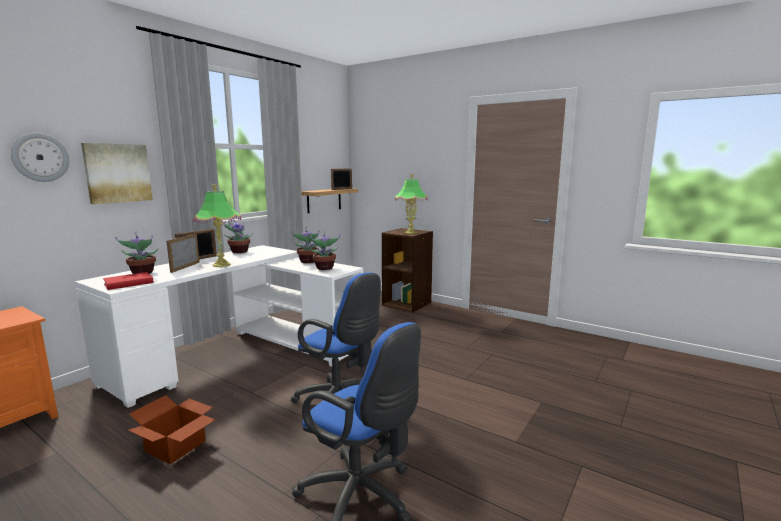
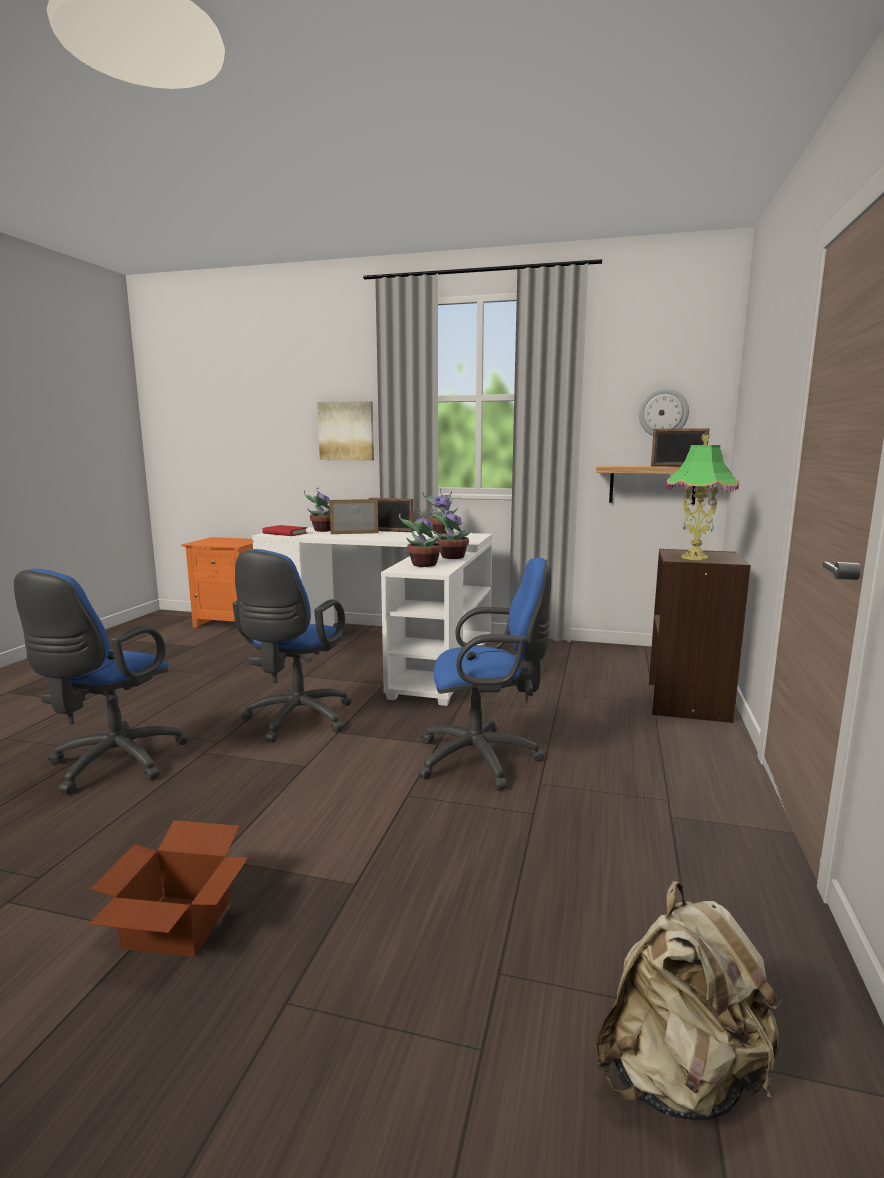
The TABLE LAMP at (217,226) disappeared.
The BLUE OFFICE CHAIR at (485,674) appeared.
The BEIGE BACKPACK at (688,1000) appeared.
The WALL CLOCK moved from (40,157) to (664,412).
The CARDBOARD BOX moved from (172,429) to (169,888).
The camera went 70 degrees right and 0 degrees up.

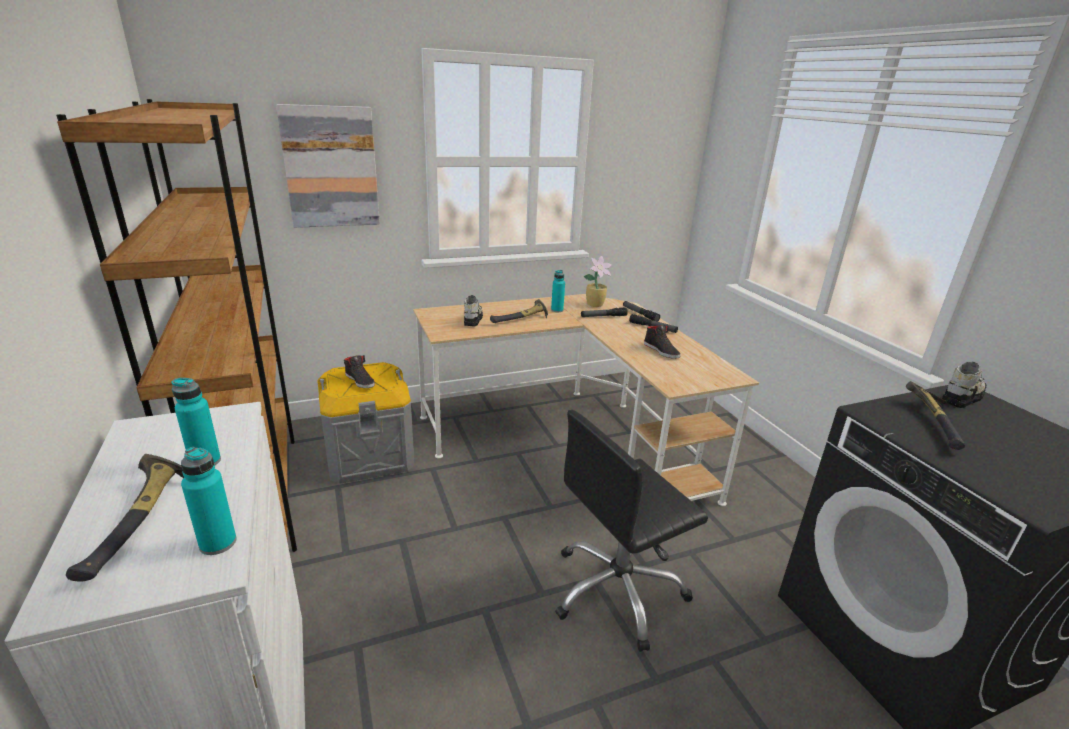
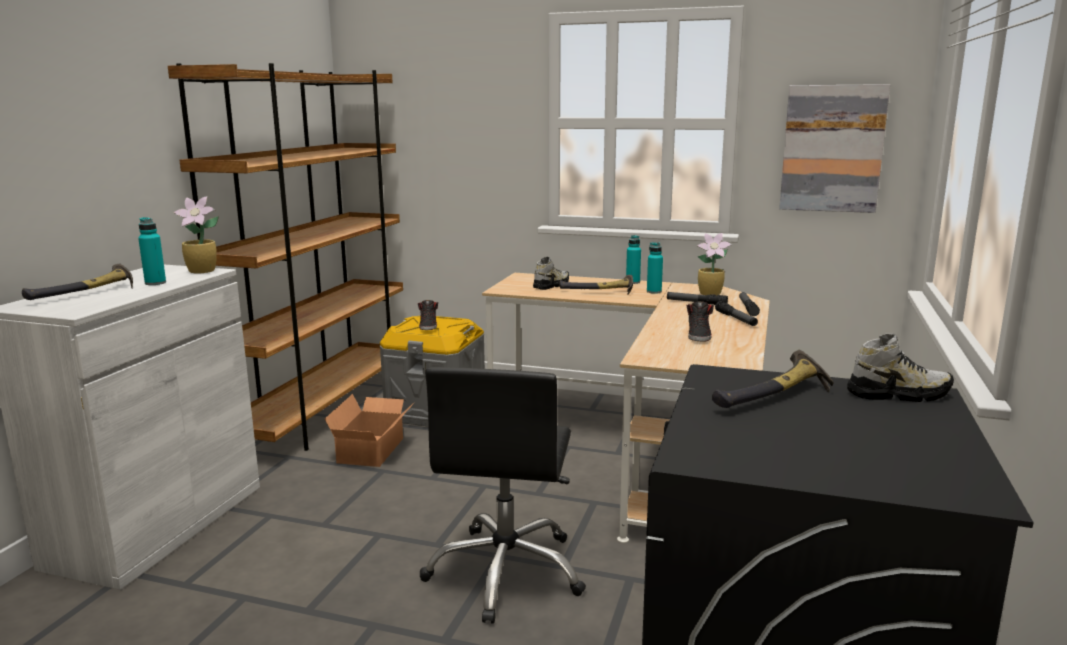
The POTTED PLANT at (196,234) appeared.
The CARDBOARD BOX at (370,430) appeared.
The TURQUOISE BOTTLE moved from (209,501) to (633,259).
The PICTURE moved from (328,166) to (834,148).
The BLACK OFFICE CHAIR at (631,531) turned 90 degrees counterclockwise.
The camera went 40 degrees right and 10 degrees down.

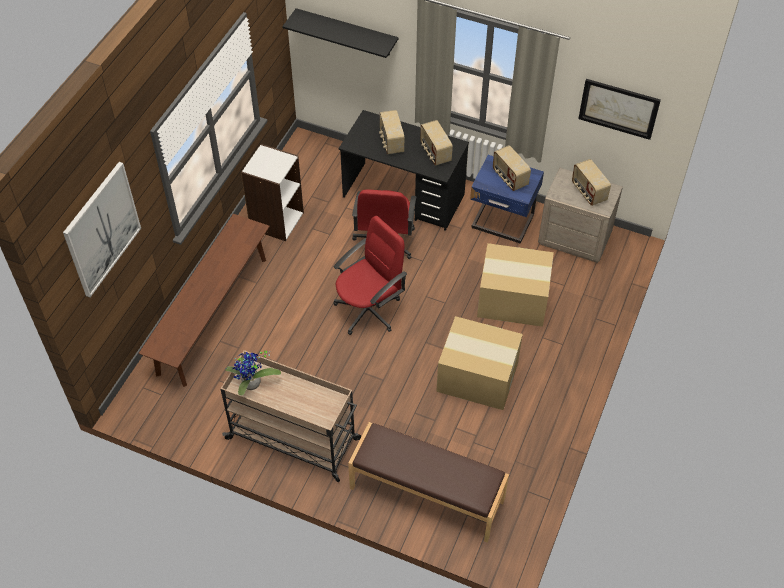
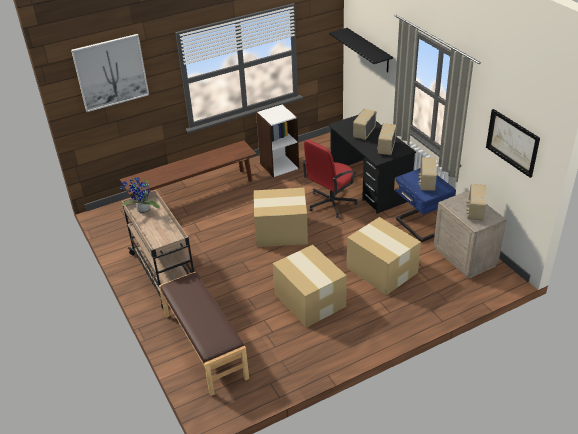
The RED OFFICE CHAIR at (370,275) was replaced by the CARDBOARD BOX at (281,217).
The camera went 40 degrees right and 15 degrees down.

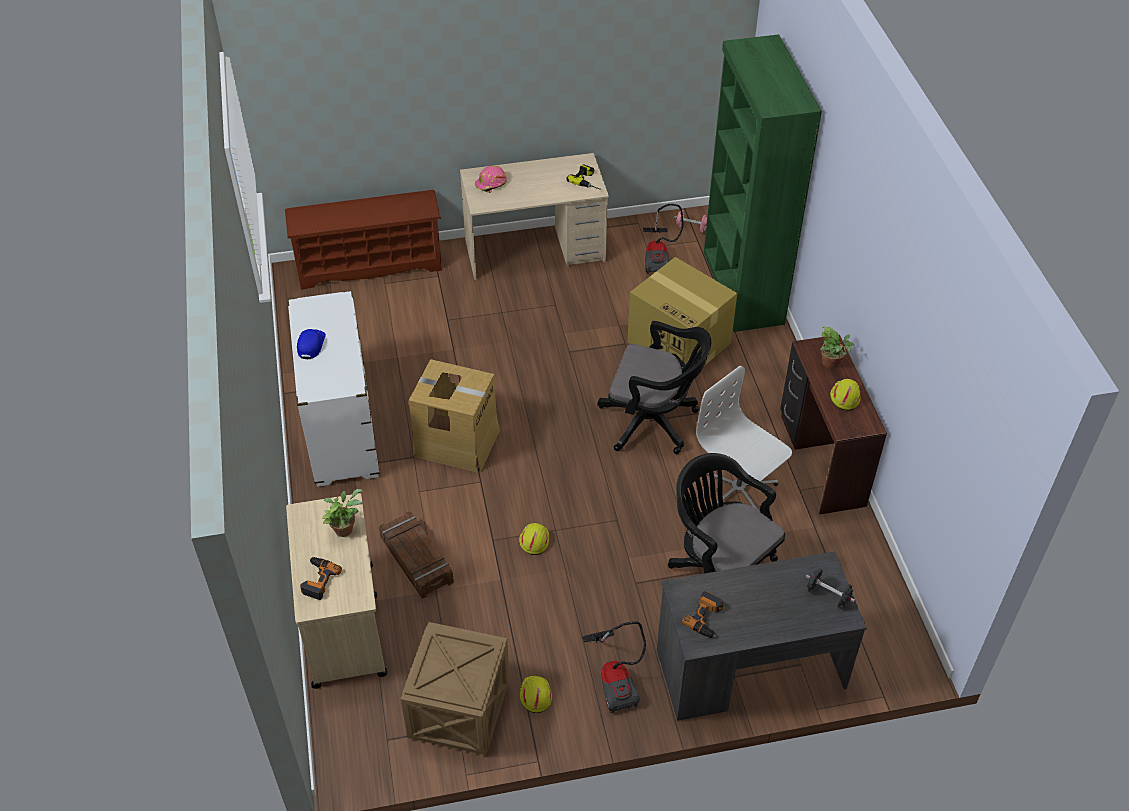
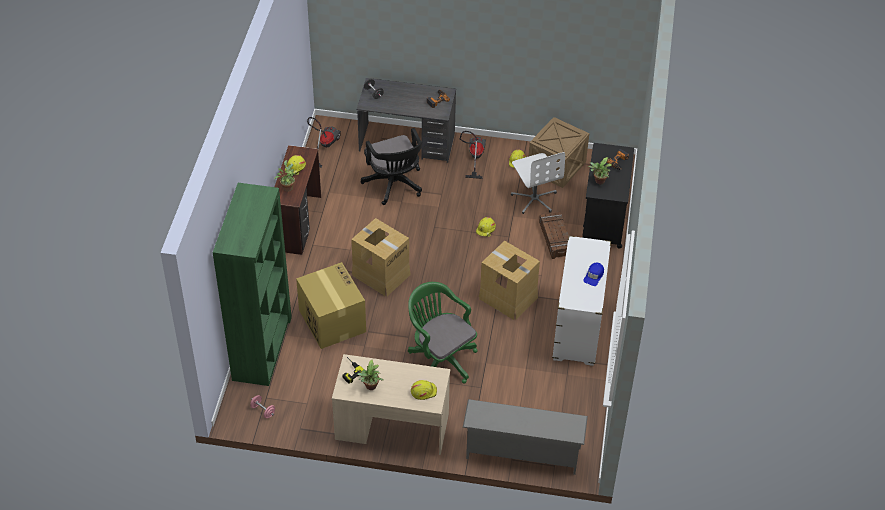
The POTTED PLANT at (370,375) appeared.
The GREEN OFFICE CHAIR at (443,333) appeared.
The VACUUM CLEANER moved from (663,239) to (324,142).
The WHITE OFFICE CHAIR moved from (744,439) to (538,183).
The BLACK OFFICE CHAIR at (654,387) was replaced by the CARDBOARD BOX at (381,257).
The BROWN SHOE RACK at (363,240) became the GREY SHOE RACK at (525,437).
The BEIGE CART at (336,591) became the BLACK CART at (608,196).
The PINK HARD HAT at (491,179) became the YELLOW HARD HAT at (424,390).
The camera went 160 degrees left and 0 degrees up.

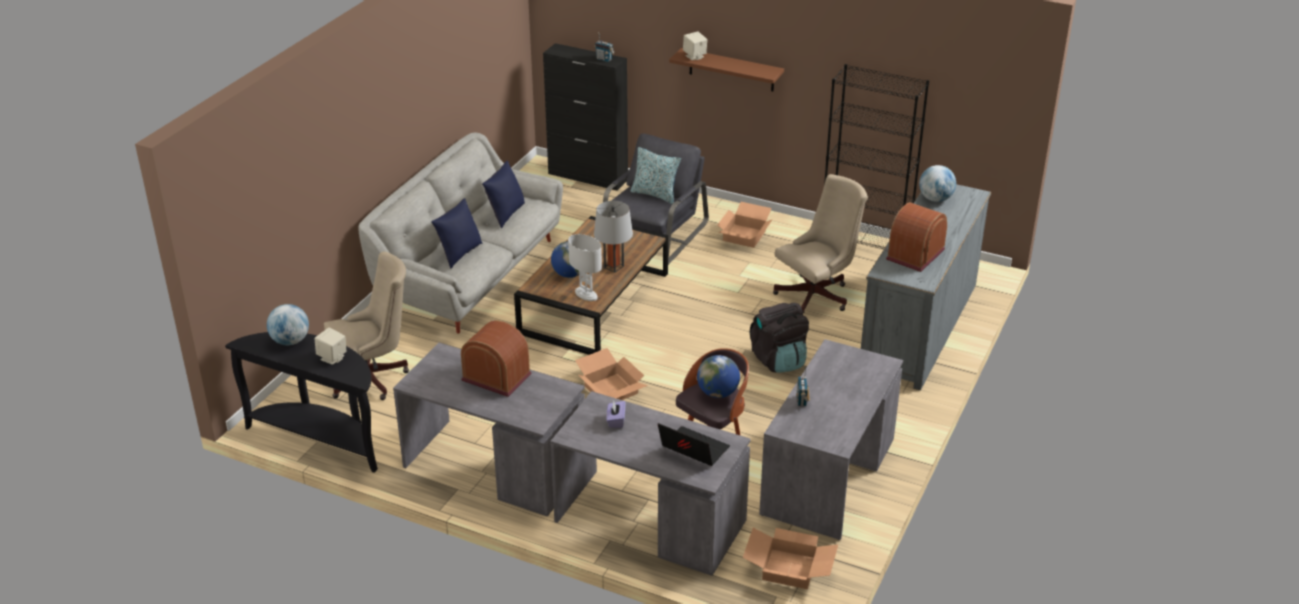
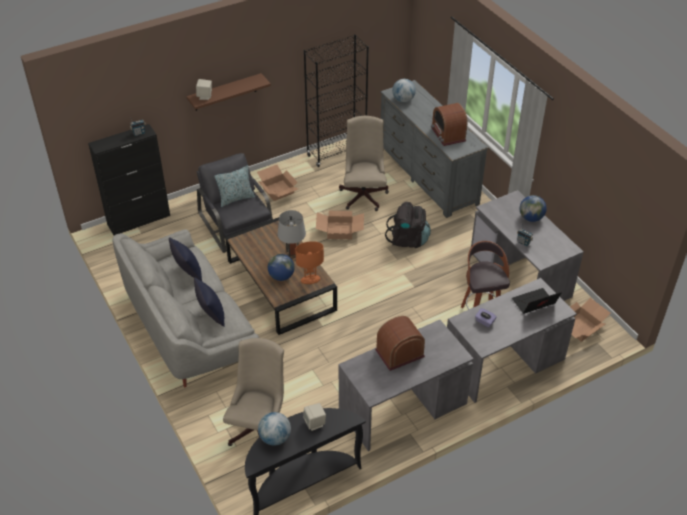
The CARDBOARD BOX moved from (611,374) to (340,225).
The GLOBE moved from (718,376) to (533,208).
The WHITE TABLE LAMP at (585,267) became the ORANGE TABLE LAMP at (309,262).
The camera went 55 degrees left and 10 degrees up.

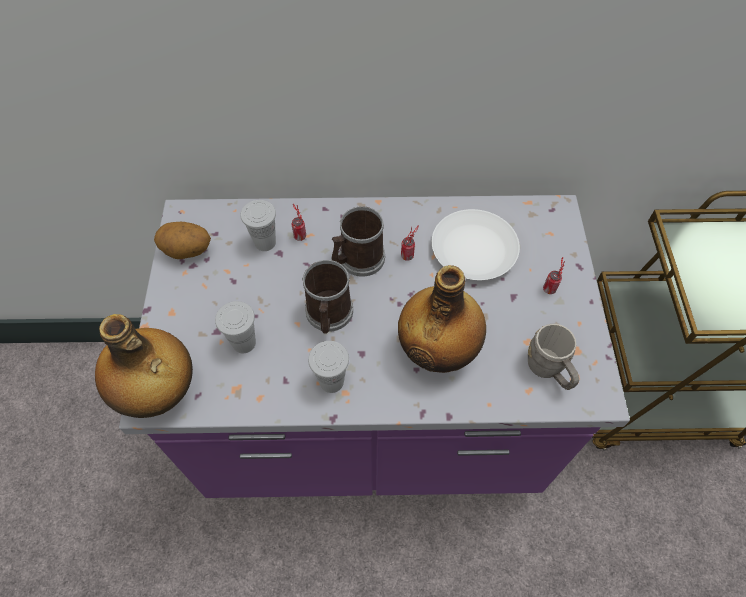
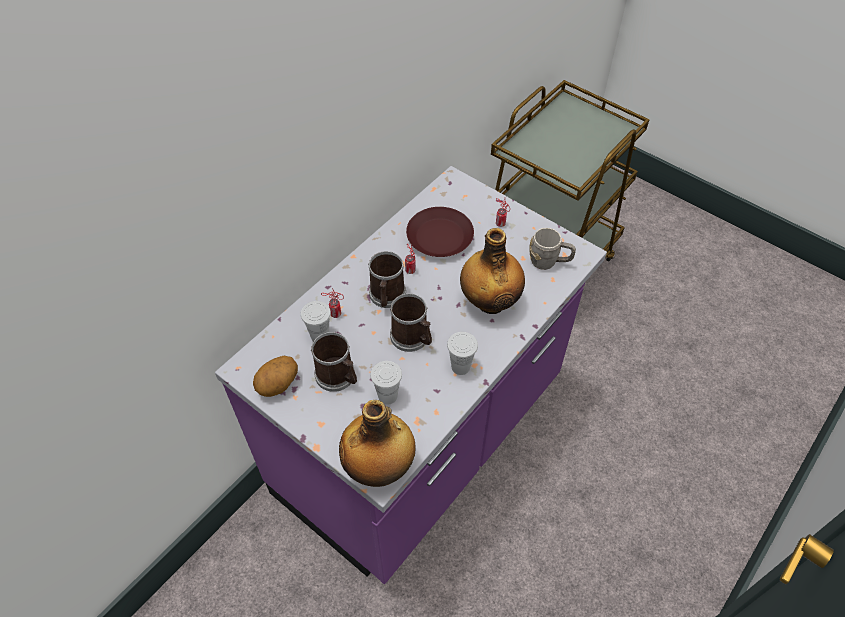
The MUG at (334,362) appeared.
The WHITE PLATE at (476,244) became the BROWN PLATE at (440,232).
The camera went 50 degrees left and 5 degrees down.

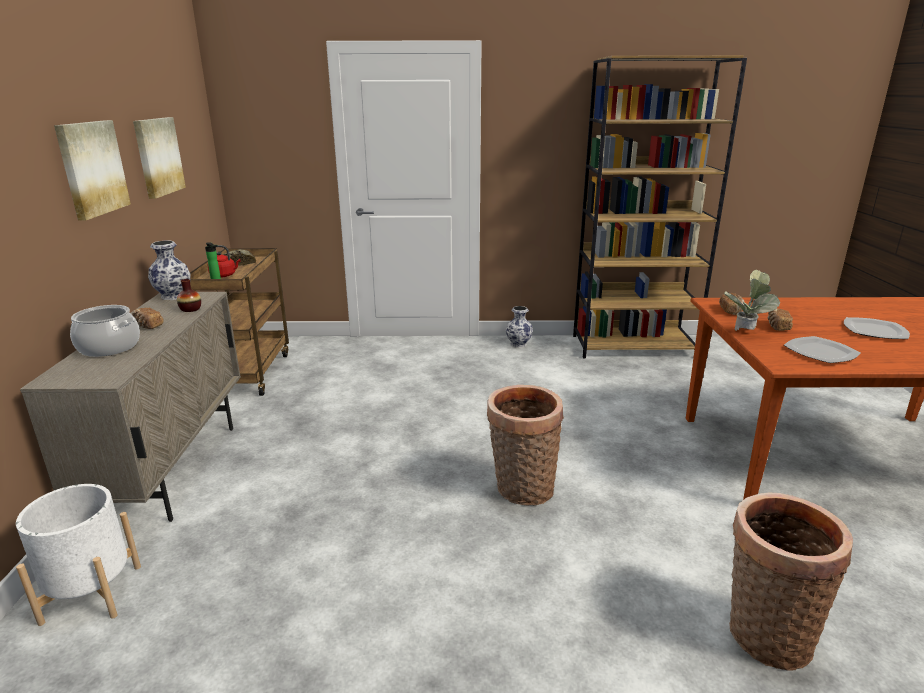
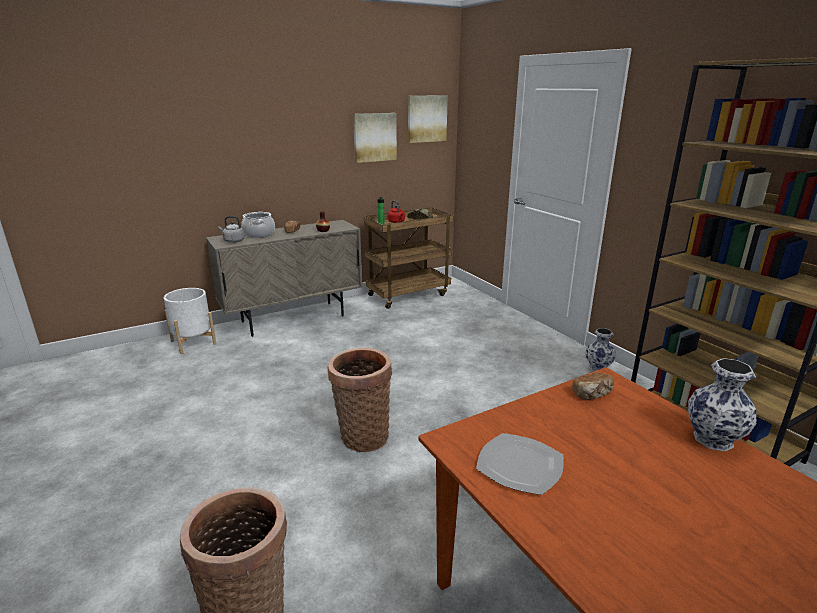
The POTTED PLANT at (752,300) disappeared.
The BREAD at (780,319) disappeared.
The PLATE at (877,328) disappeared.
The GREY KETTLE at (231,229) appeared.
The PICTURE moved from (92,170) to (428,119).
The VASE moved from (169,270) to (722,404).
The camera went 60 degrees right and 0 degrees up.

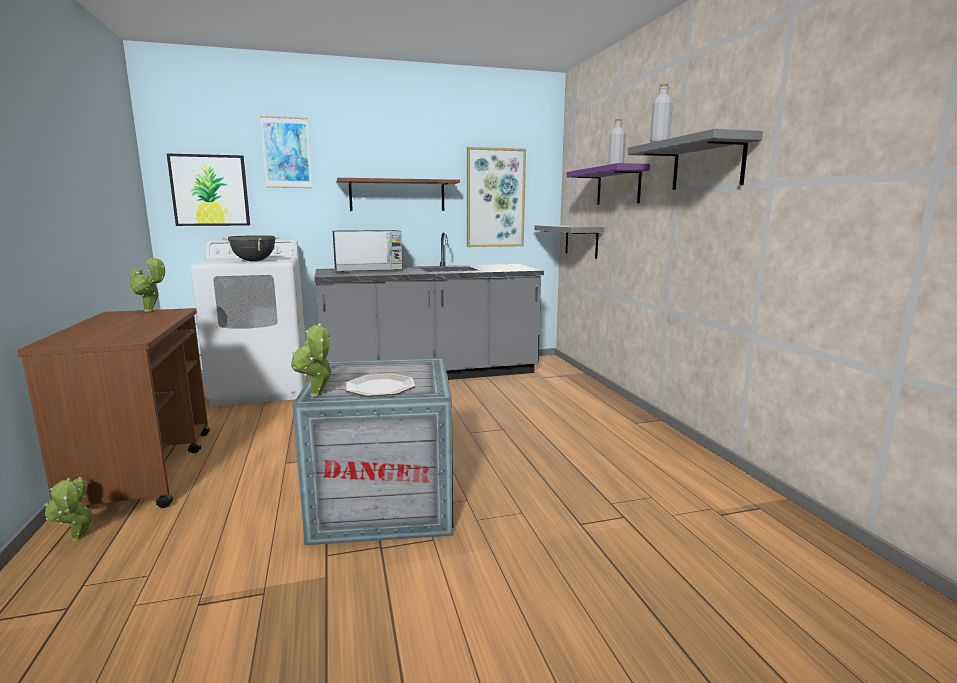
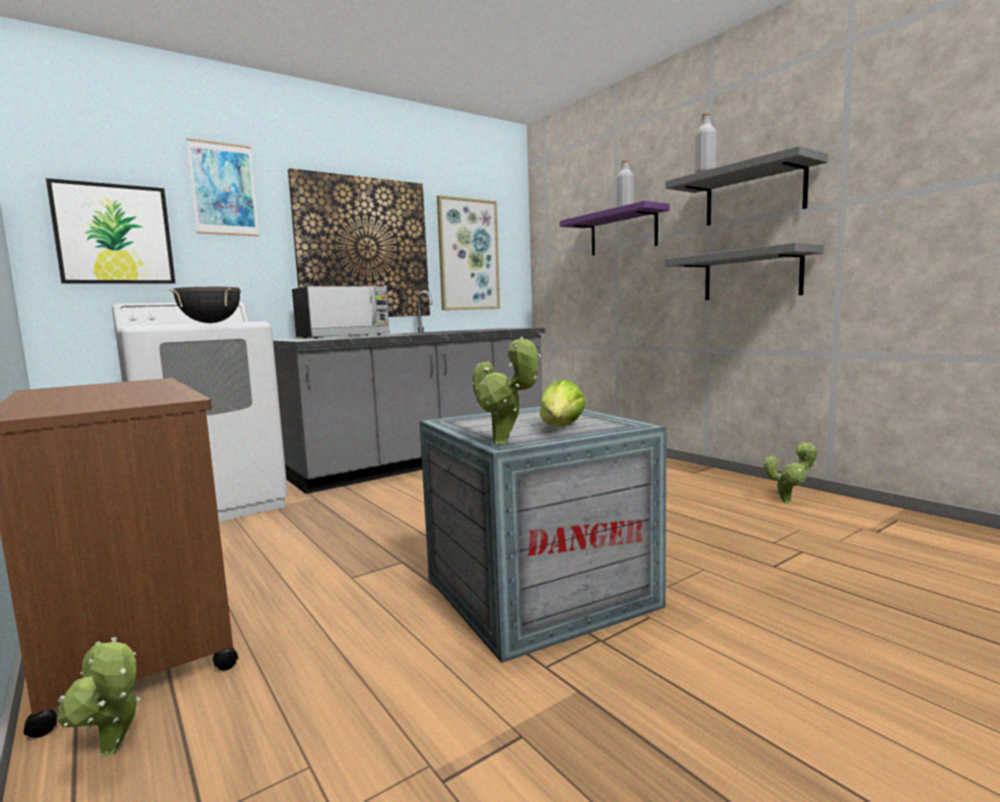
The POTTED PLANT moved from (147,284) to (790,472).
The GREY SHELF moved from (569,242) to (744,271).
The BROWN SHELF at (398,194) was replaced by the PICTURE at (359,242).
The PLATE at (380,385) was replaced by the LETTUCE at (563,403).
The camera went 20 degrees left and 5 degrees down.

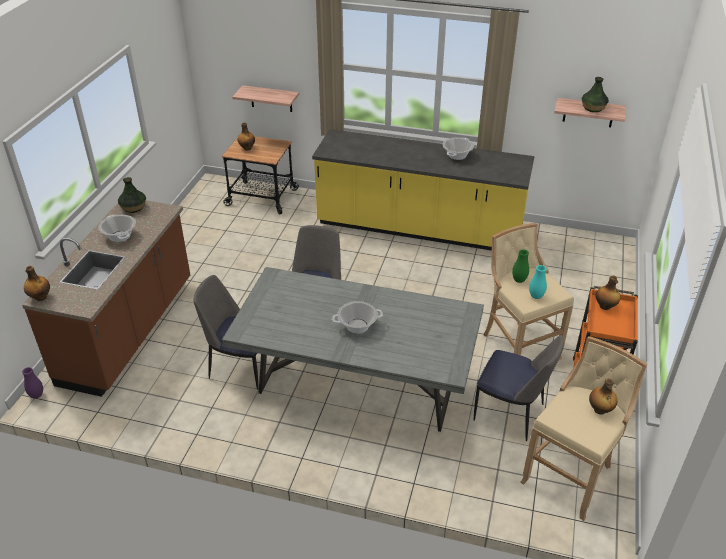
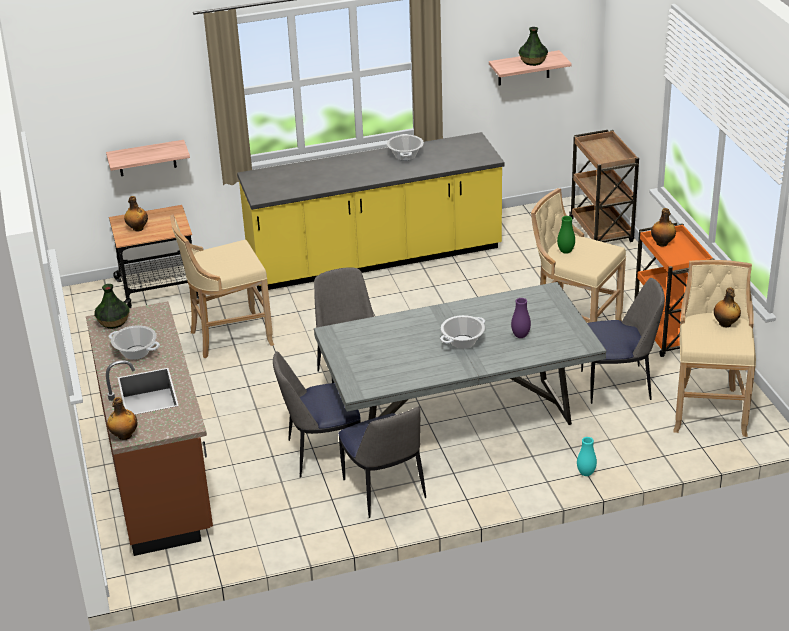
The BEIGE STOOL at (222,286) appeared.
The CHAIR at (382,462) appeared.
The BROWN CART at (604,186) appeared.
The PURPLE VASE moved from (32,383) to (521,318).
The TURQUOISE VASE moved from (538,282) to (587,456).
The camera went 30 degrees left and 5 degrees down.

